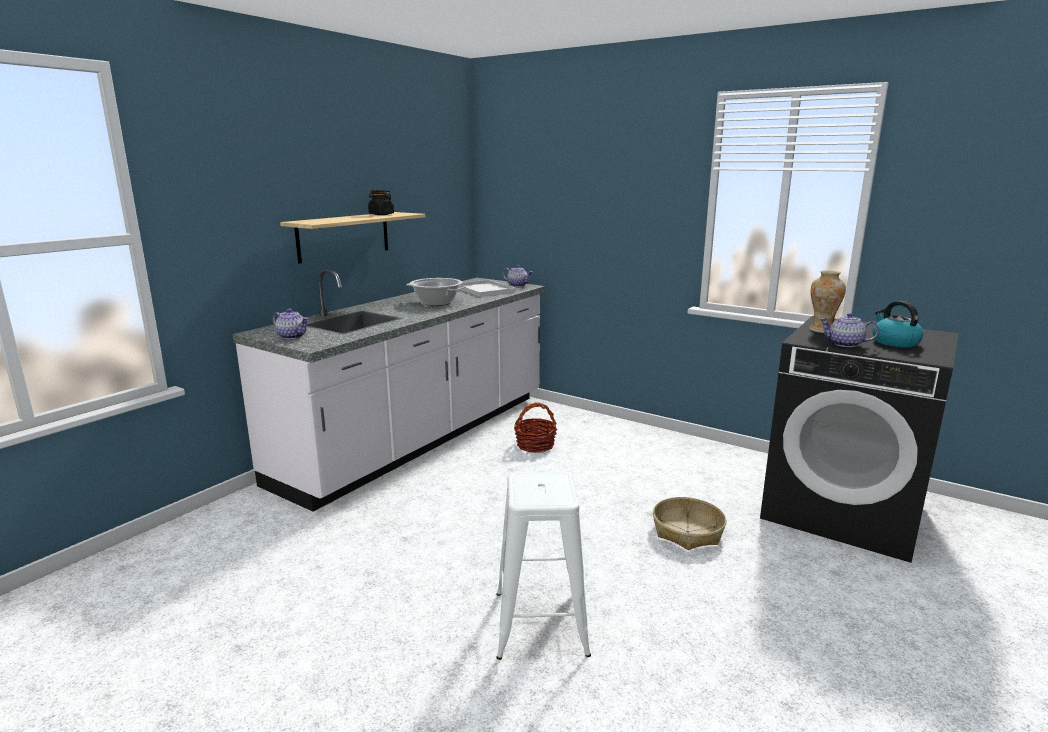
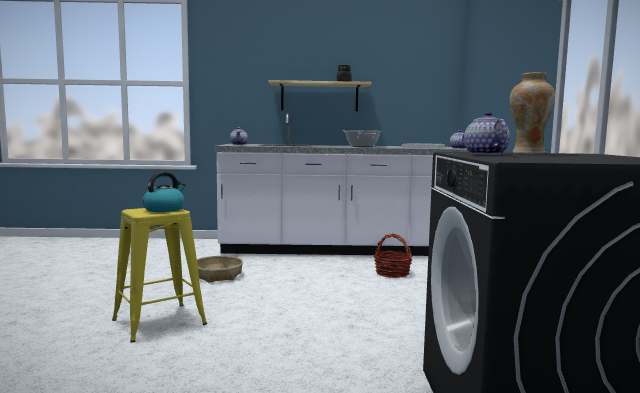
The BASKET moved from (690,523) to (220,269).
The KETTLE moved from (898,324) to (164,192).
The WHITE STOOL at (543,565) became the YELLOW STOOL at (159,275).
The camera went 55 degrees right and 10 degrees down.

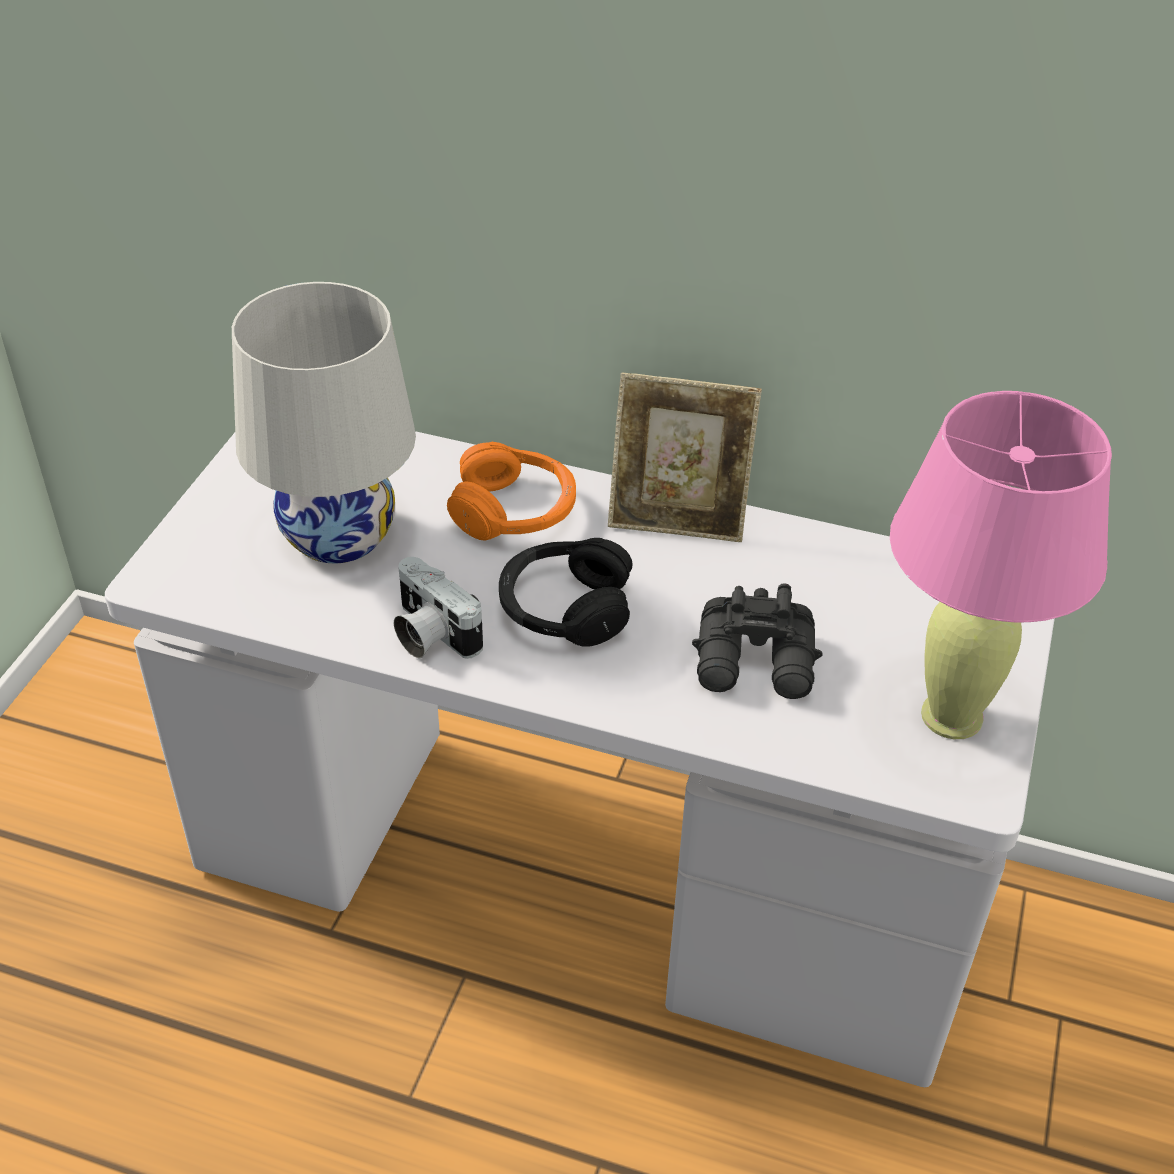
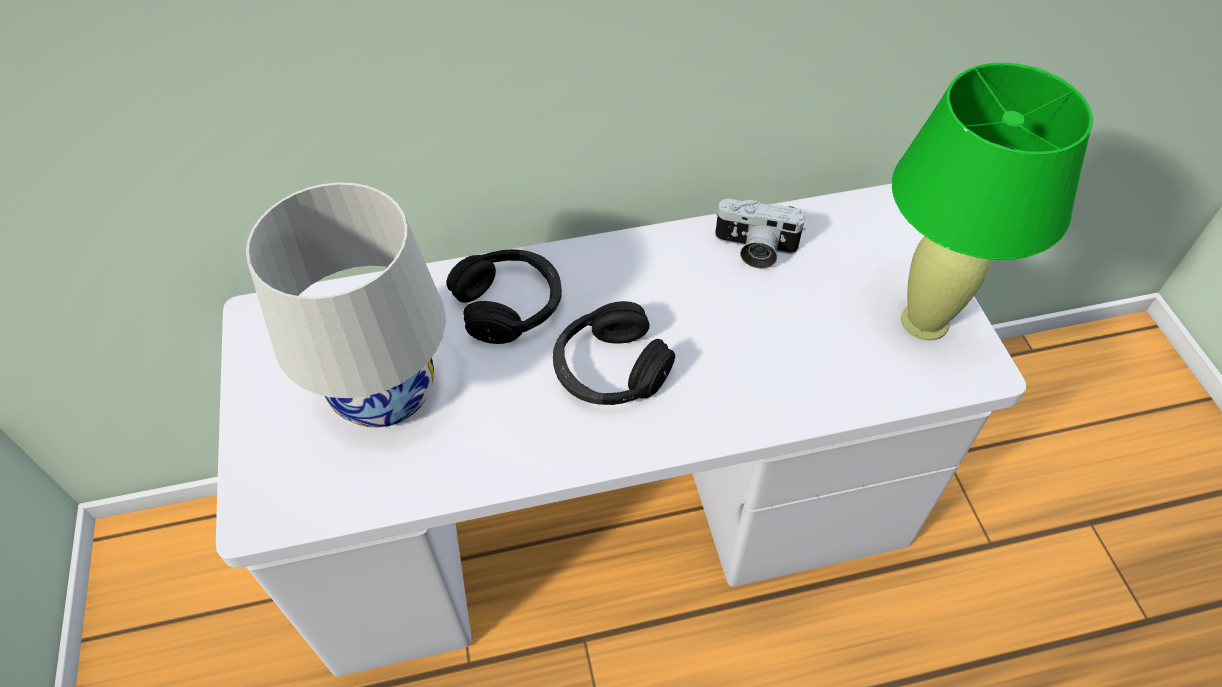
The PICTURE FRAME at (685,457) disappeared.
The BLACK BINOCULARS at (757,641) disappeared.
The PHOTO CAMERA moved from (438,608) to (760,234).
The ORANGE HEADPHONES at (511,491) became the BLACK HEADPHONES at (504,296).
The PINK TABLE LAMP at (1001,565) became the GREEN TABLE LAMP at (992,202).
The camera went 30 degrees left and 10 degrees up.

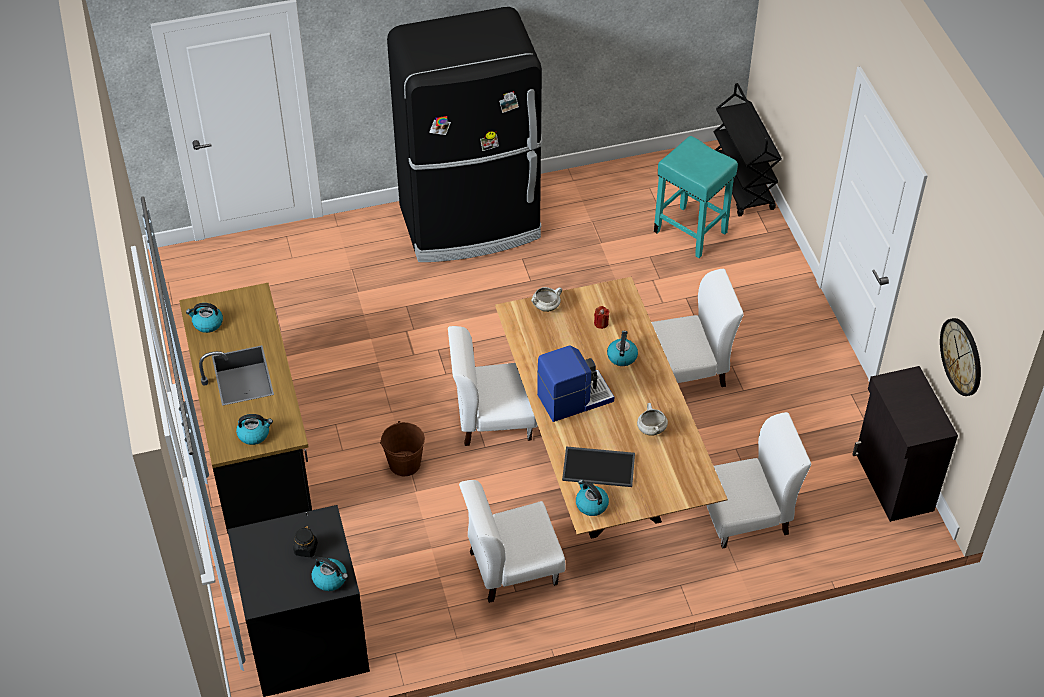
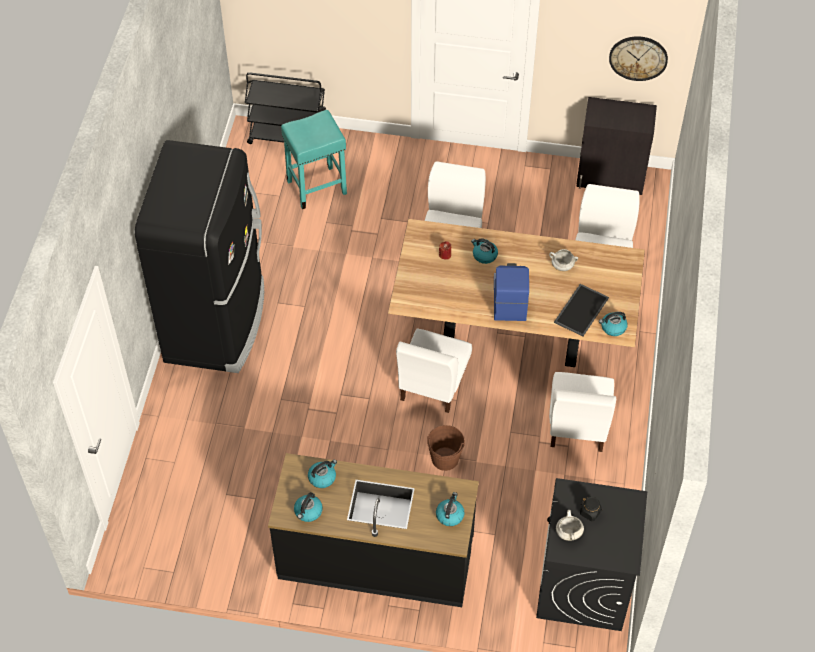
The KETTLE moved from (330,574) to (322,474).
The WHITE COOKING POT moved from (546,299) to (570,525).
The camera went 65 degrees left and 5 degrees up.

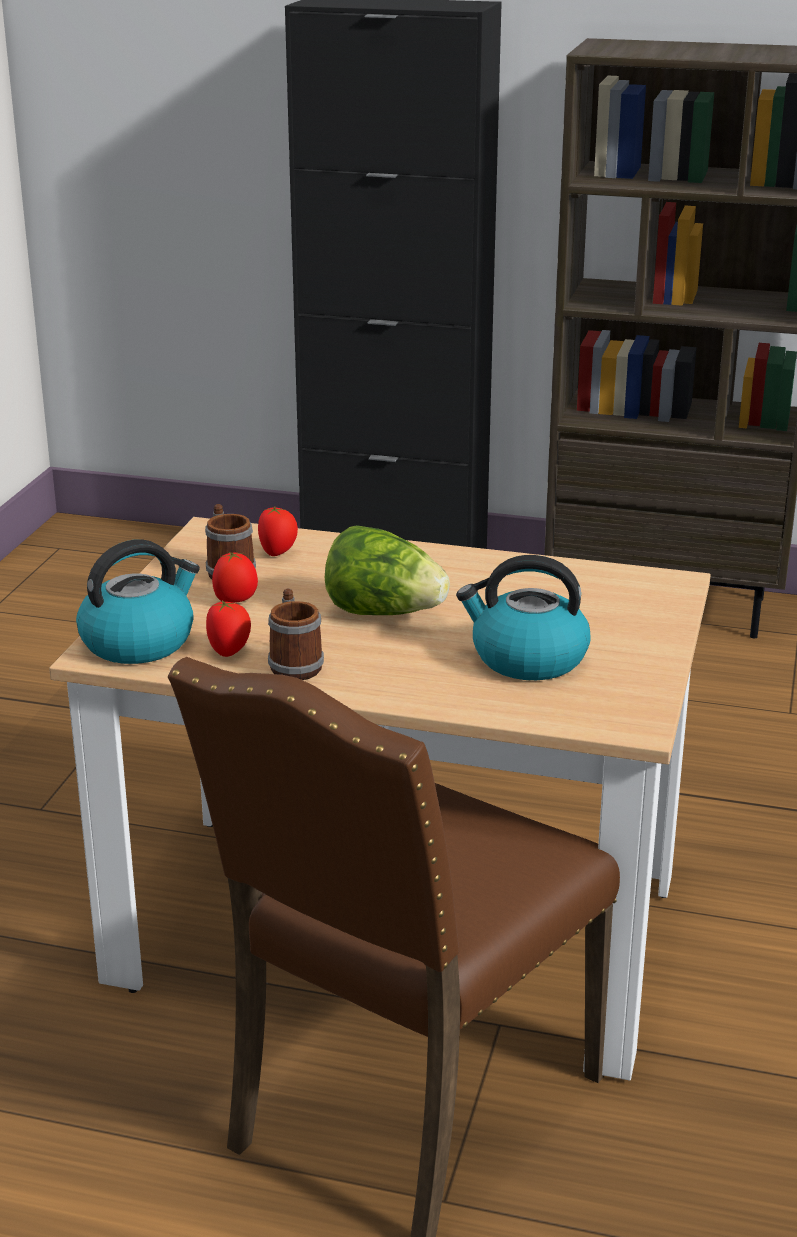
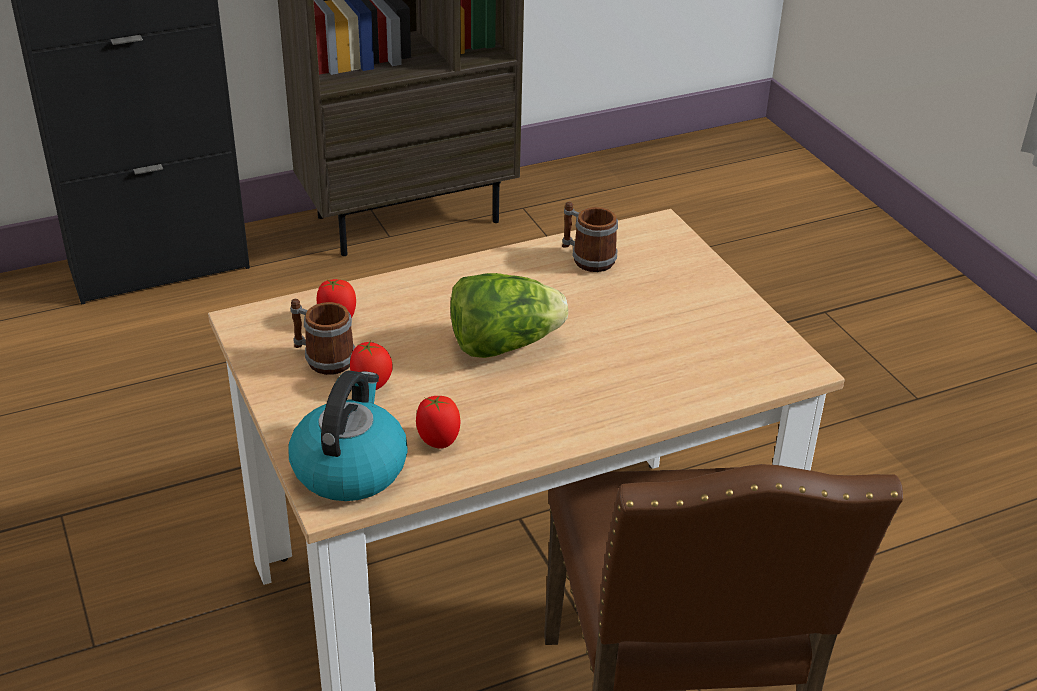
The KETTLE at (523,617) disappeared.
The MUG moved from (296,634) to (590,237).
The camera went 40 degrees left and 10 degrees up.

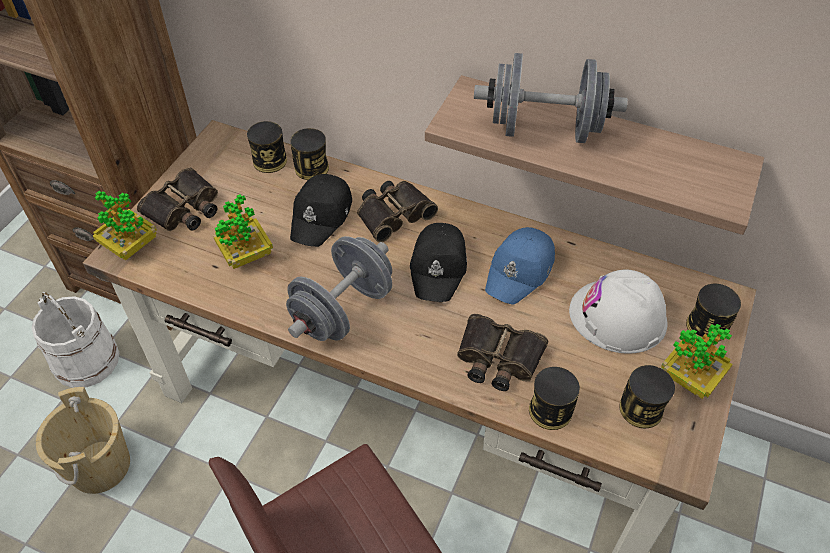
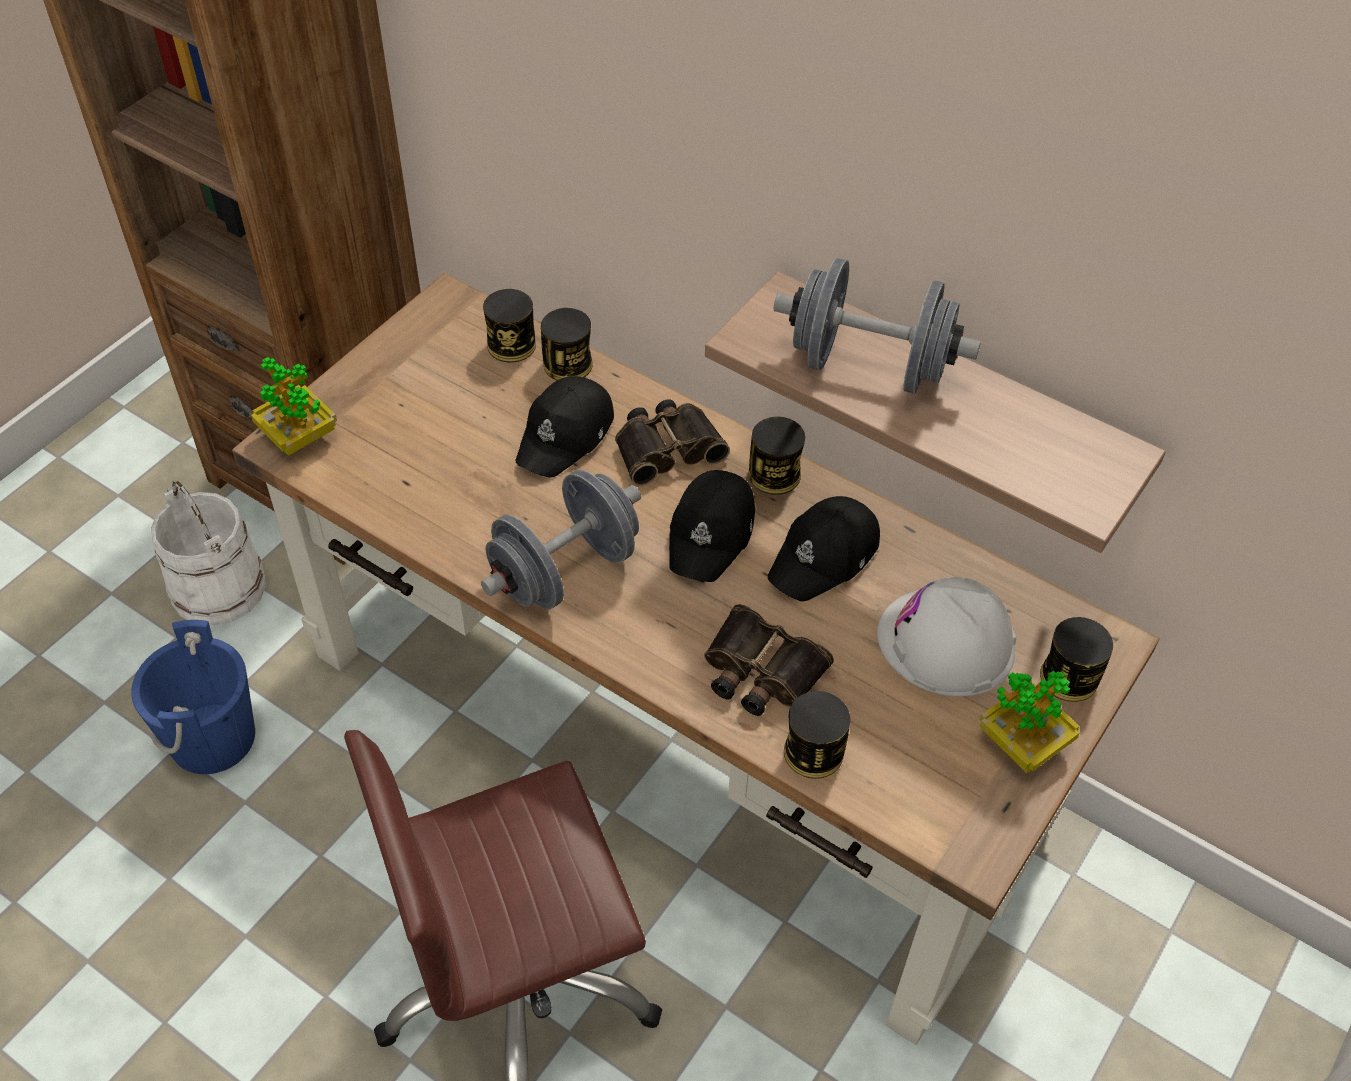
The BINOCULARS at (177,199) disappeared.
The POTTED PLANT at (243,231) disappeared.
The CAN moved from (647,396) to (777,456).
The BEIGE BUCKET at (83,440) became the BLUE BUCKET at (193,697).
The BLUE CAP at (520,265) became the BLACK CAP at (824,548).
The camera went 10 degrees right and 0 degrees up.

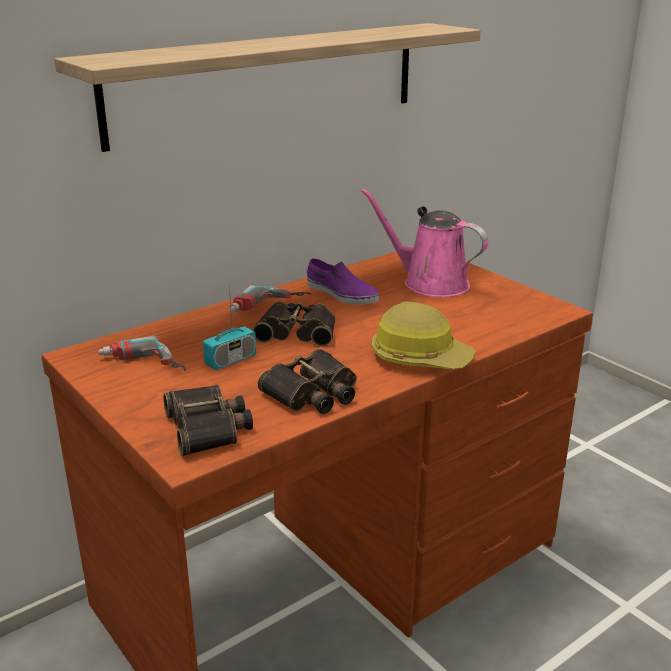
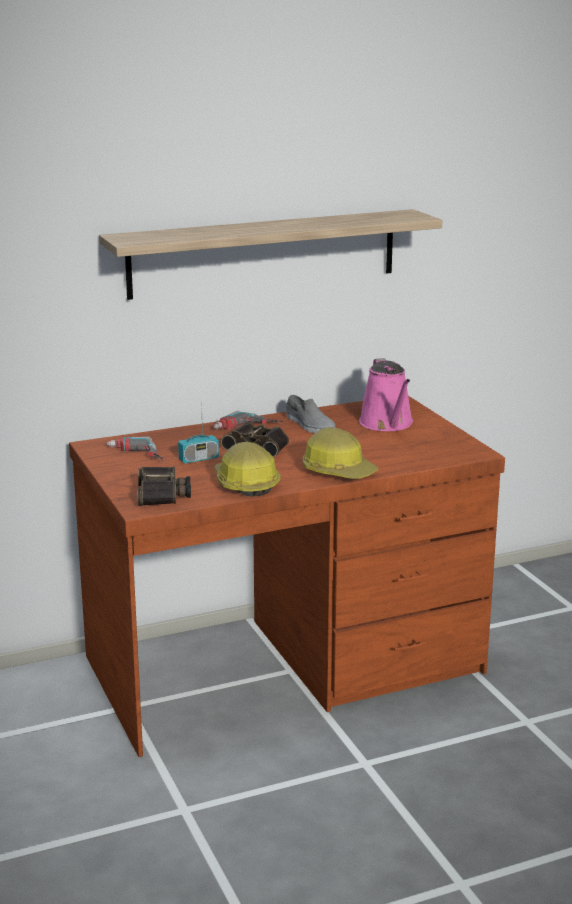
The BINOCULARS at (307,381) was replaced by the HARD HAT at (247,469).
The PURPLE SHOE at (343,281) became the GREY SHOE at (311,414).
The PINK WATERING CAN at (424,242) turned 150 degrees counterclockwise.
The camera went 15 degrees right and 5 degrees down.

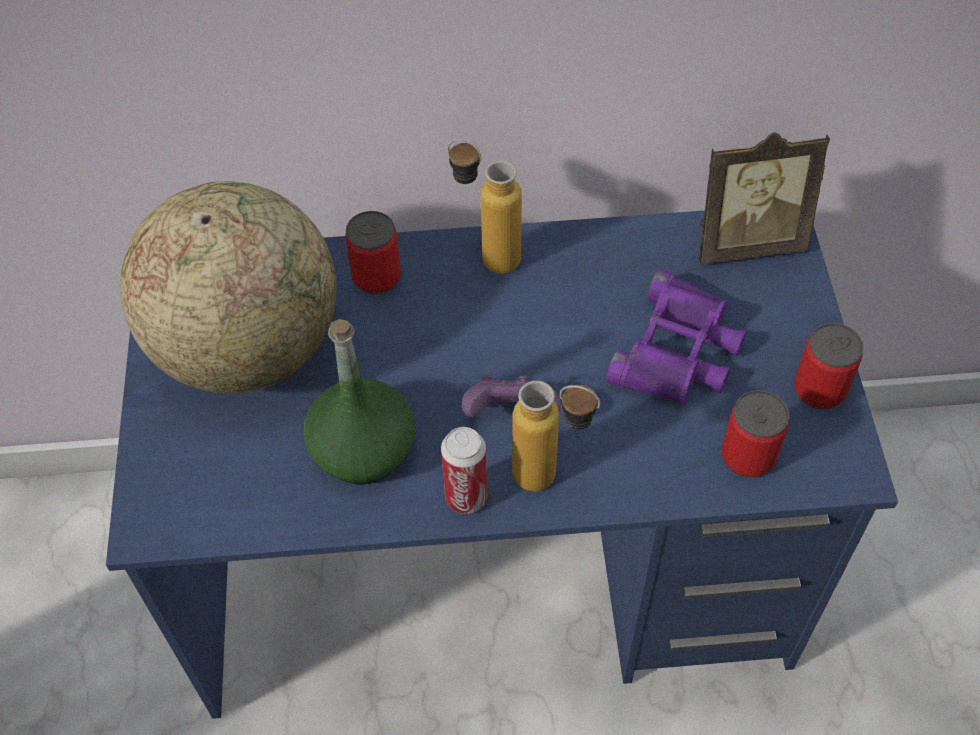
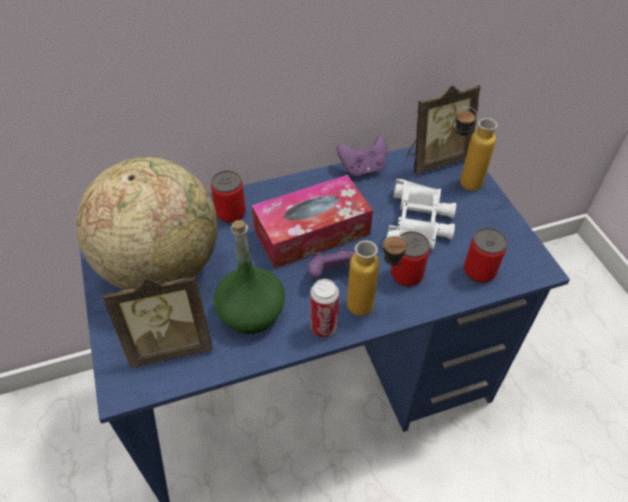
The PICTURE FRAME at (157,321) appeared.
The TISSUE BOX at (312,221) appeared.
The PURPLE GAME CONTROLLER at (362,155) appeared.
The BOTTLE moved from (484,206) to (476,149).
The CAN moved from (828,366) to (410,259).
The PURPLE BINOCULARS at (676,336) became the WHITE BINOCULARS at (421,214).
The camera went 15 degrees left and 5 degrees down.

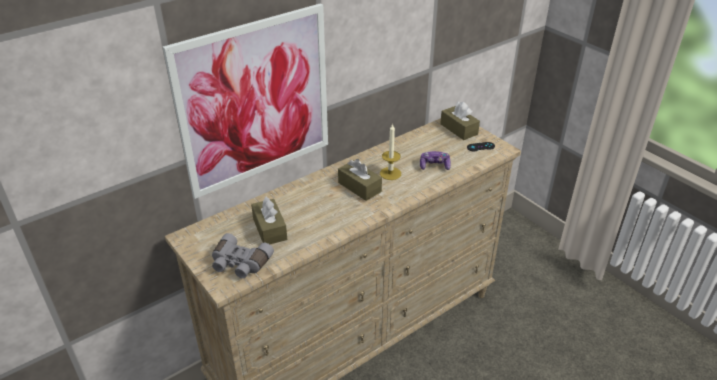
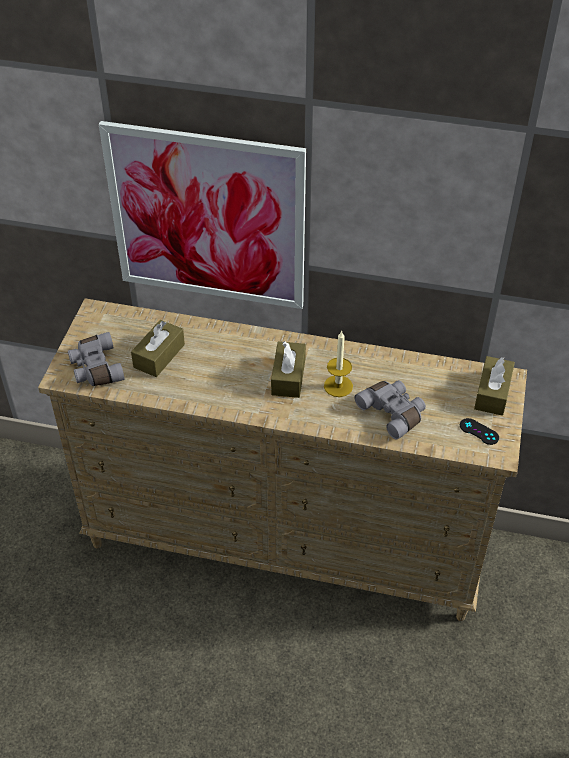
The GAME CONTROLLER at (435,160) was replaced by the GREY BINOCULARS at (390,410).
The camera went 50 degrees right and 10 degrees up.

